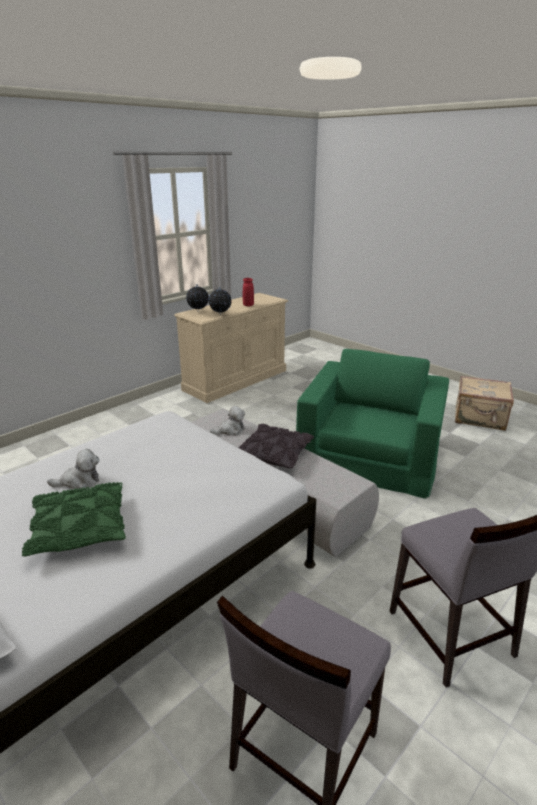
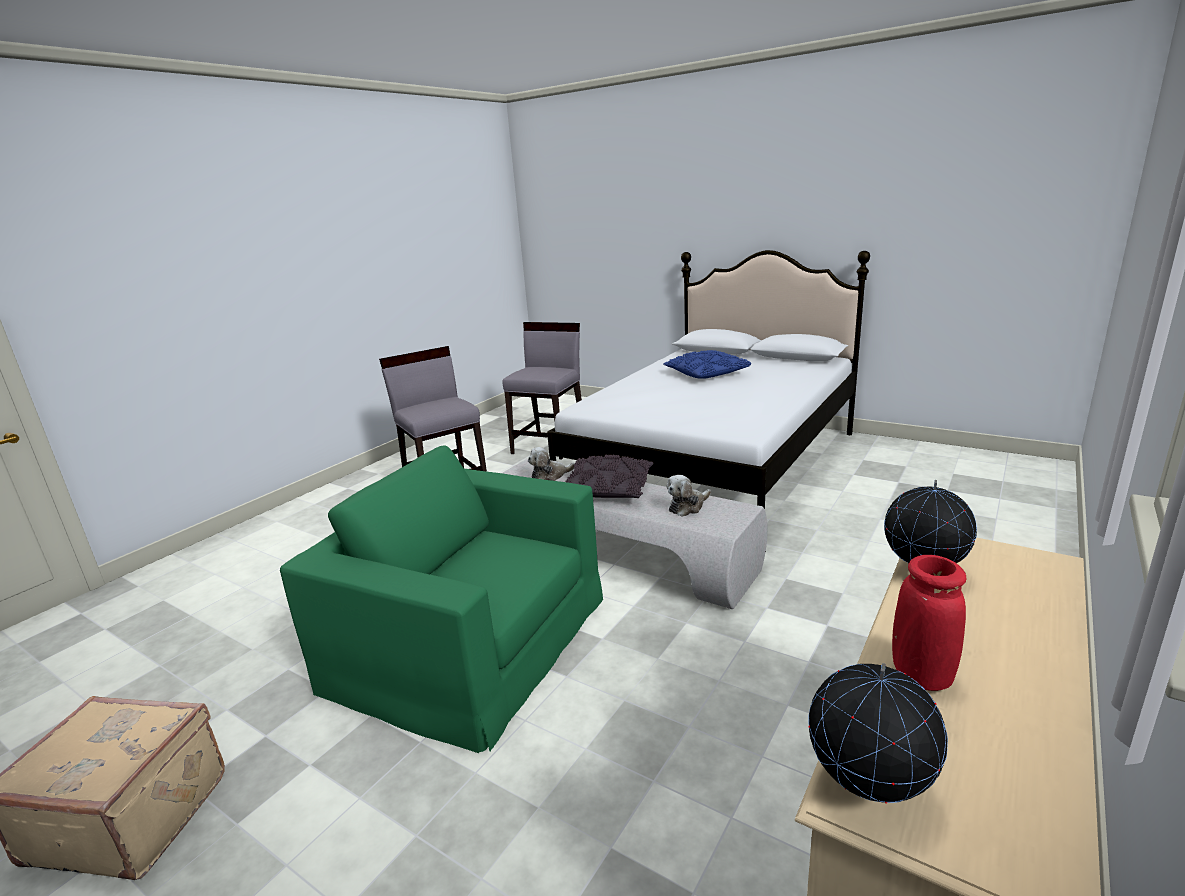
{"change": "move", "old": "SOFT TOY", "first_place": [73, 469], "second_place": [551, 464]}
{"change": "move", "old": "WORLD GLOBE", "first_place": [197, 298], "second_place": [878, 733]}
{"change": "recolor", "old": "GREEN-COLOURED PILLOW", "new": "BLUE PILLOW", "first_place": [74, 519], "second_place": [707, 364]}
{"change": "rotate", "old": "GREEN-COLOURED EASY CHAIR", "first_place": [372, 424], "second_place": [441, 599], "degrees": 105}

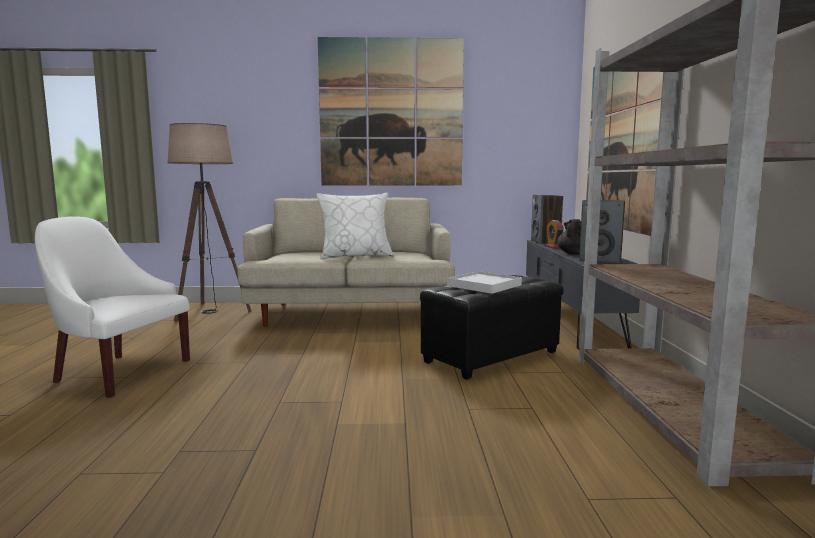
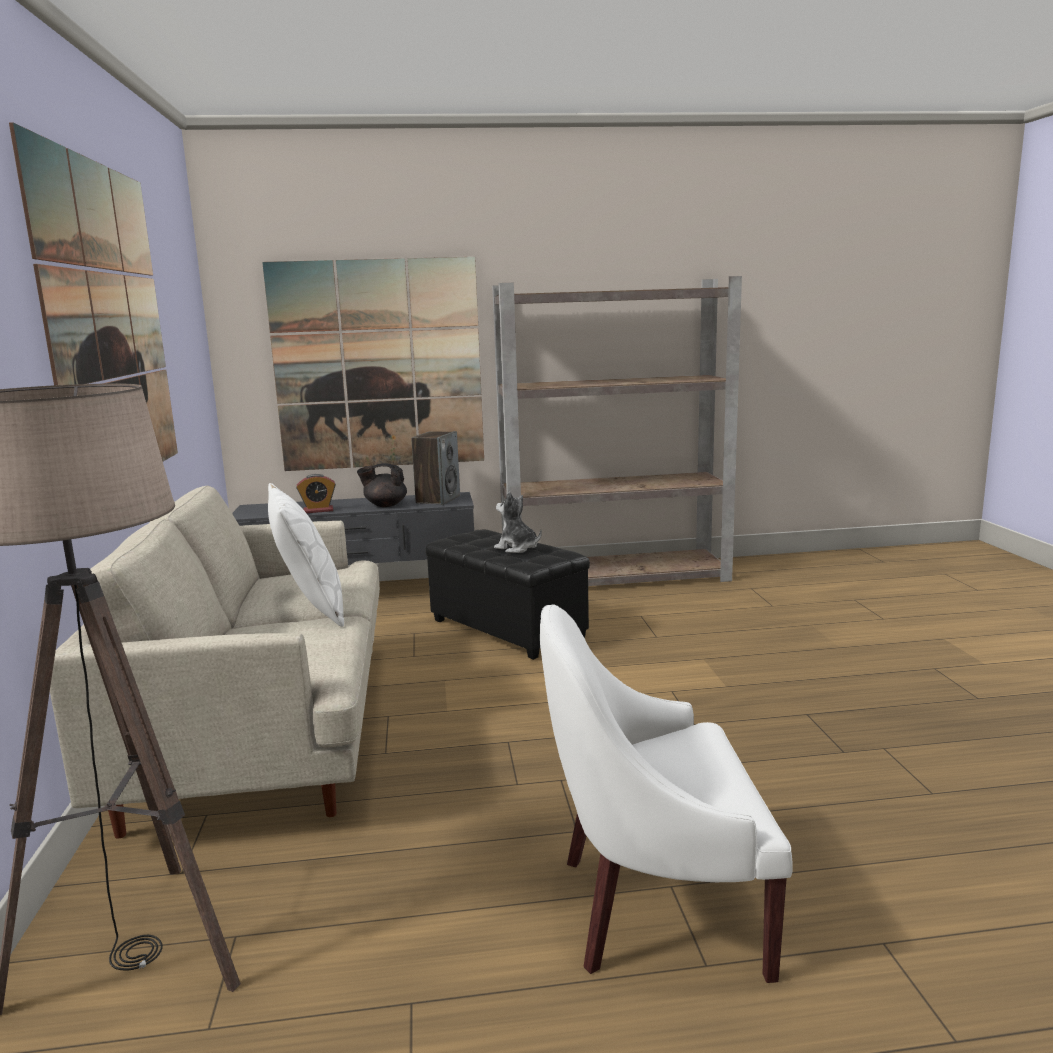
{"change": "delete", "old": "SPEAKER", "first_place": [547, 219]}
{"change": "replace", "old": "WHITISH TRAY", "new": "SOFT TOY", "first_place": [484, 282], "second_place": [518, 522]}
{"change": "rotate", "old": "WHITISH EASY CHAIR", "first_place": [112, 307], "second_place": [666, 793], "degrees": 75}

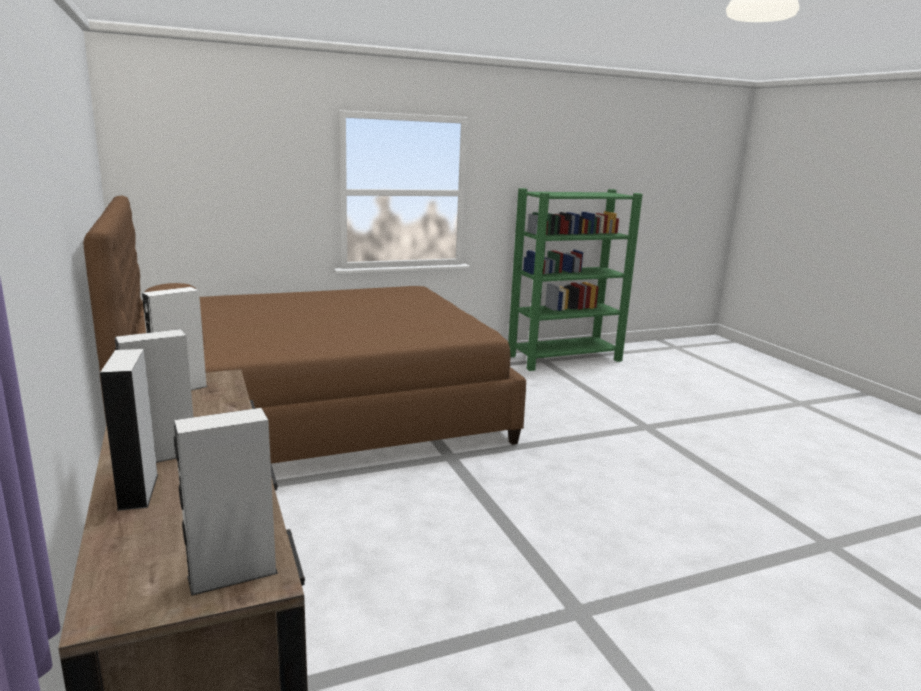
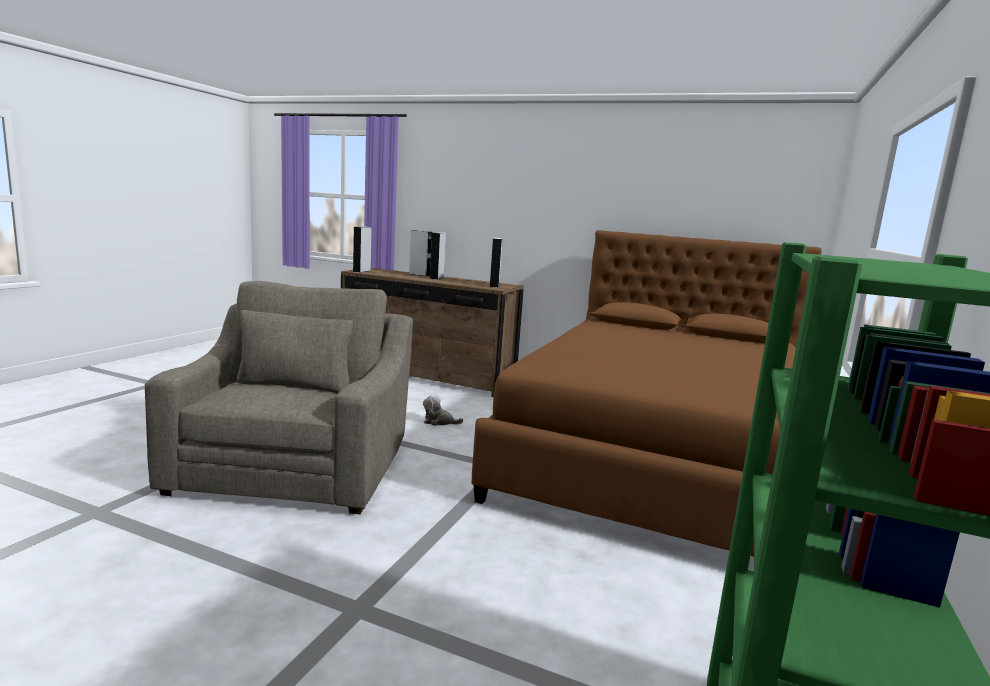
{"change": "insert", "new": "GREY EASY CHAIR", "second_place": [279, 397]}
{"change": "insert", "new": "SOFT TOY", "second_place": [443, 410]}

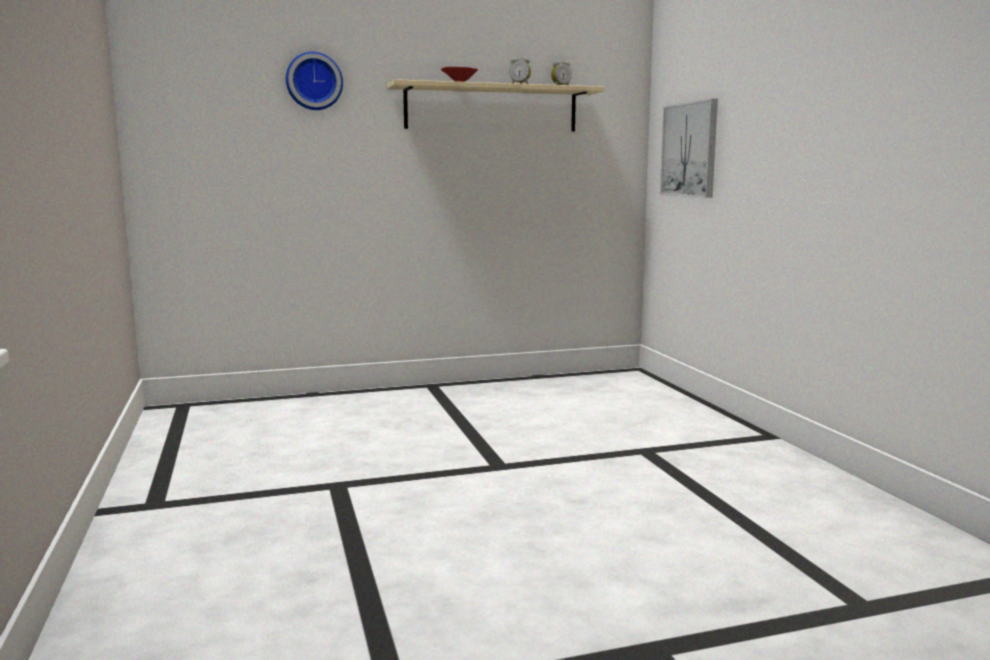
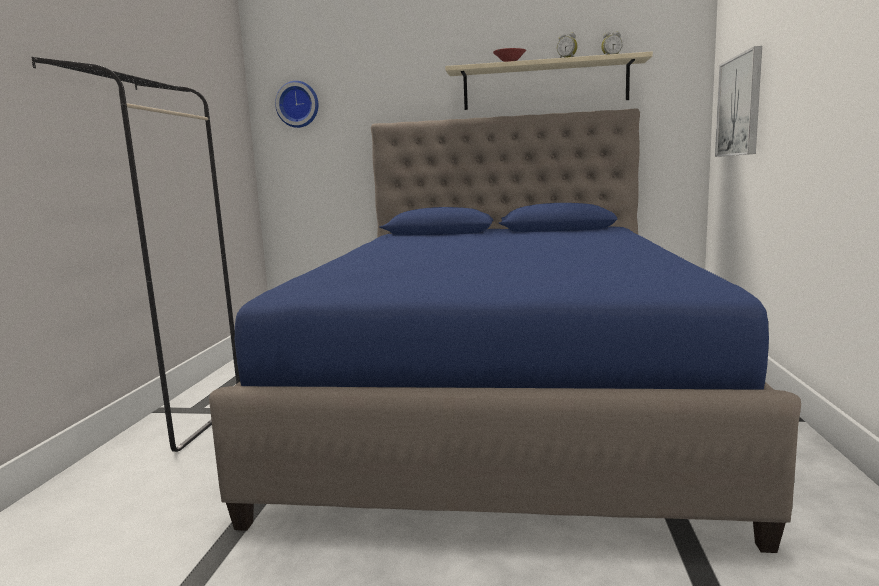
{"change": "insert", "new": "BLACK-COLOURED GARMENT RACK", "second_place": [135, 254]}
{"change": "insert", "new": "BLUE SLEEPING BED", "second_place": [505, 330]}
{"change": "move", "old": "WALL CLOCK", "first_place": [314, 81], "second_place": [296, 104]}

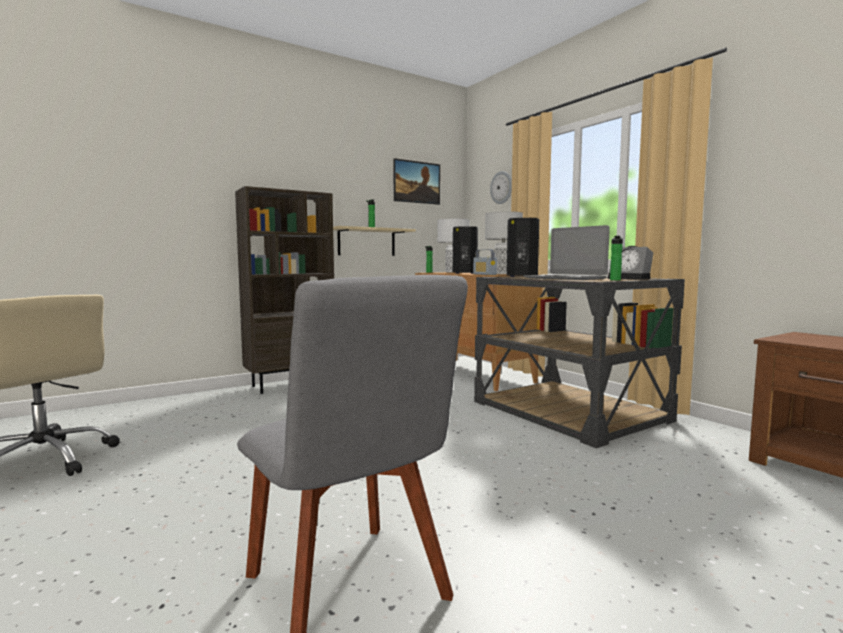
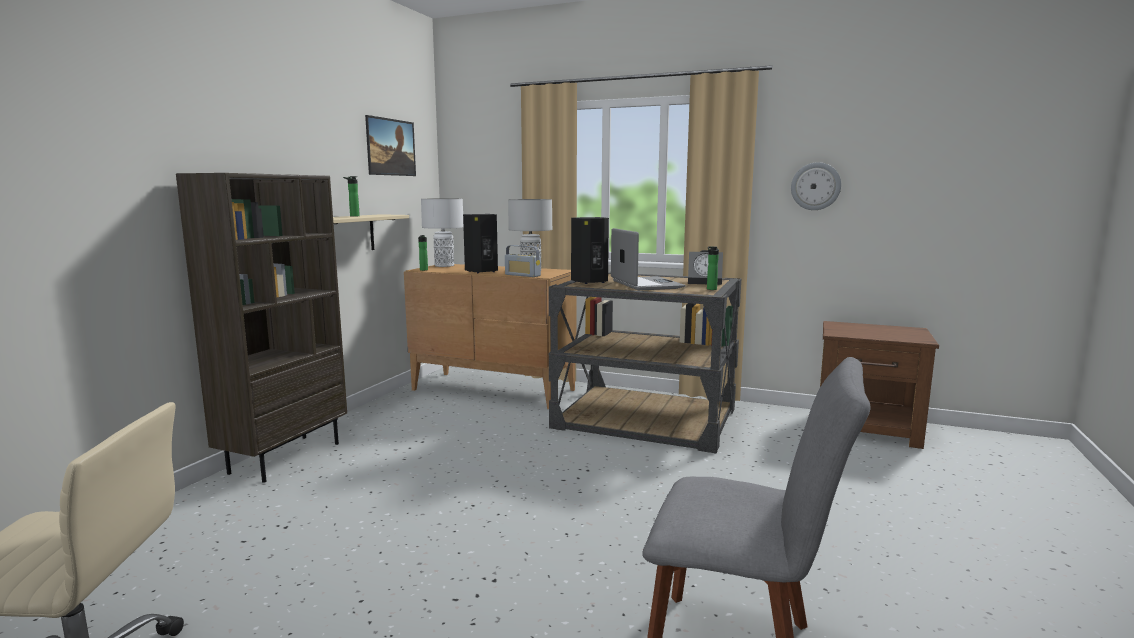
{"change": "move", "old": "WALL CLOCK", "first_place": [501, 187], "second_place": [816, 186]}
{"change": "rotate", "old": "NOTEBOOK COMPUTER", "first_place": [567, 252], "second_place": [648, 259], "degrees": -120}

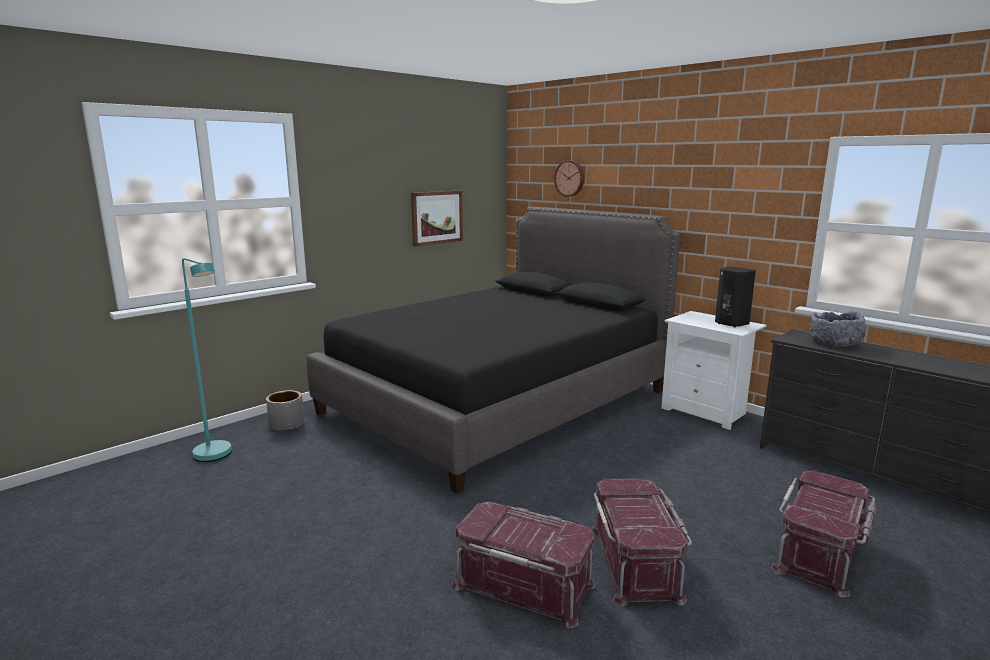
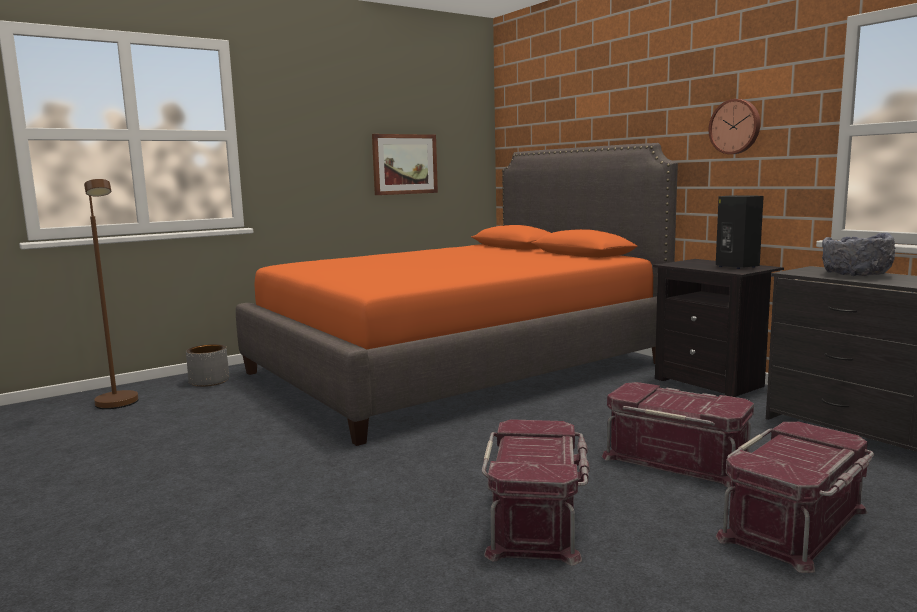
{"change": "move", "old": "RED STORAGE CONTAINER", "first_place": [524, 564], "second_place": [678, 435]}
{"change": "move", "old": "WALL CLOCK", "first_place": [569, 178], "second_place": [734, 126]}
{"change": "recolor", "old": "BLUE-GREEN STANDING LAMP", "new": "BROWNISH STANDING LAMP", "first_place": [207, 360], "second_place": [111, 294]}
{"change": "recolor", "old": "BLACK-COLOURED SLEEPING BED", "new": "ORANGE SLEEPING BED", "first_place": [493, 350], "second_place": [457, 294]}
{"change": "recolor", "old": "WHITISH NIGHT TABLE", "new": "BLACK-COLOURED NIGHT TABLE", "first_place": [713, 370], "second_place": [718, 328]}

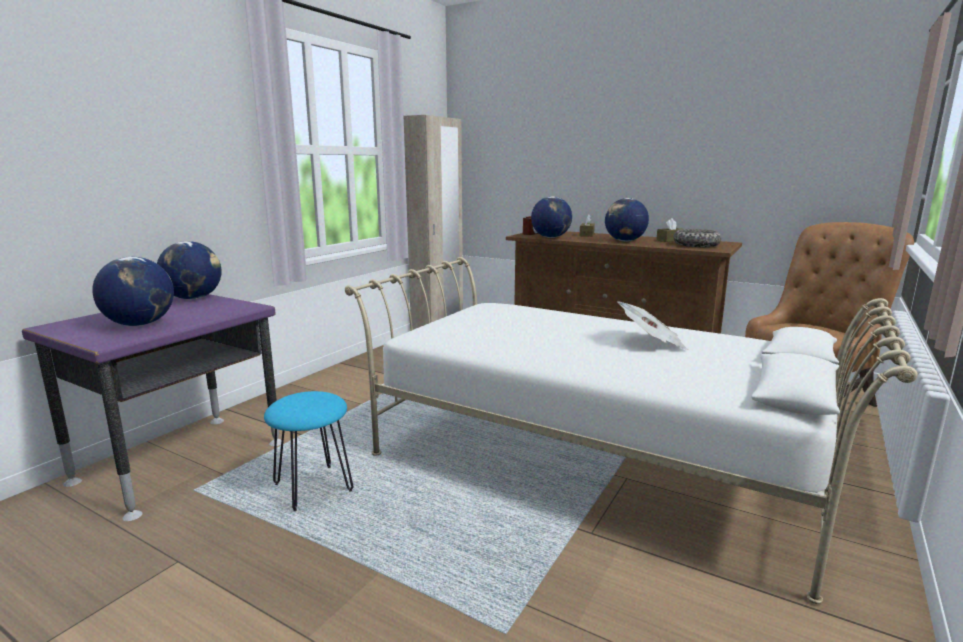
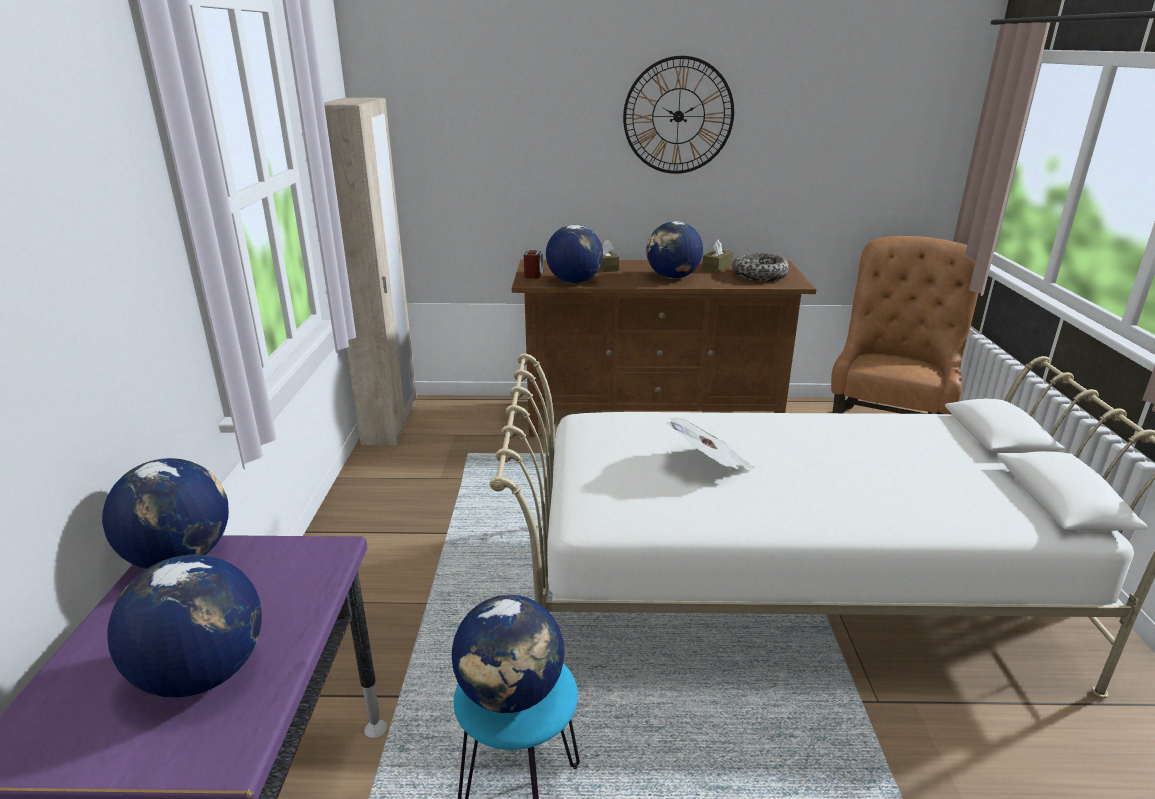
{"change": "insert", "new": "WORLD GLOBE", "second_place": [508, 654]}
{"change": "insert", "new": "WALL CLOCK", "second_place": [678, 115]}
{"change": "move", "old": "PRINTED PAPER", "first_place": [652, 325], "second_place": [710, 443]}

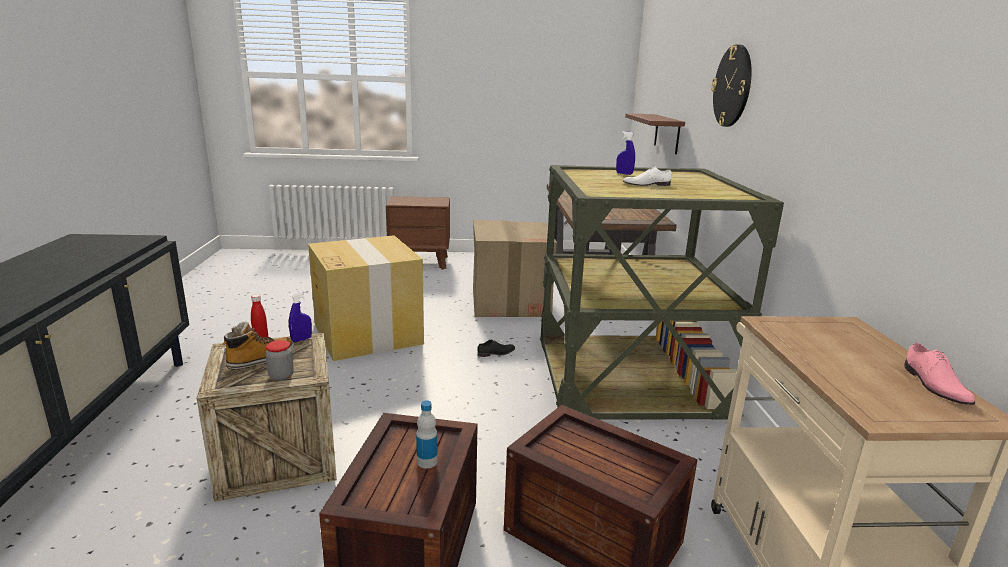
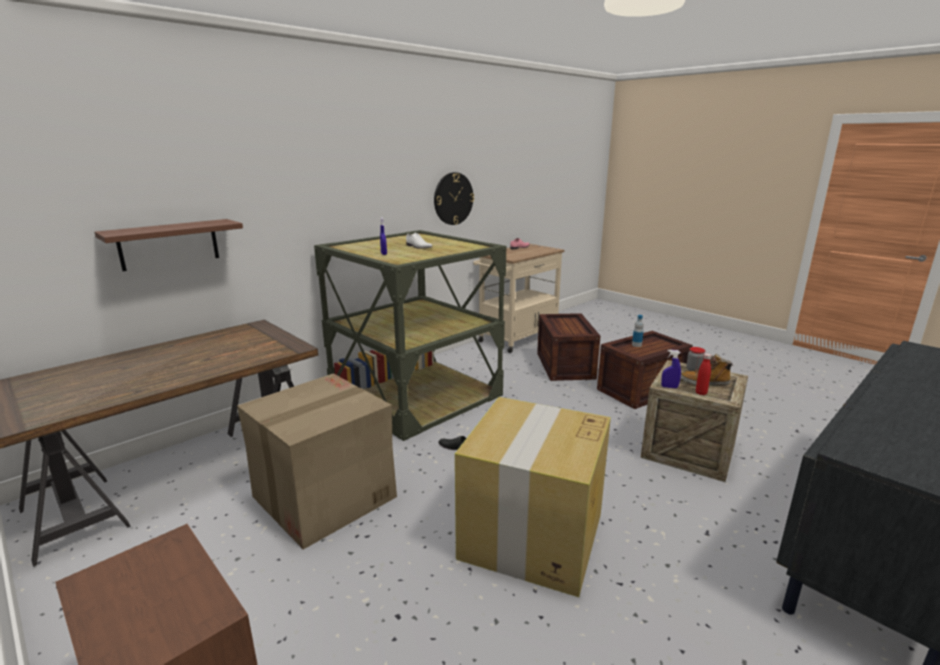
{"change": "move", "old": "WALL CLOCK", "first_place": [731, 85], "second_place": [454, 198]}

